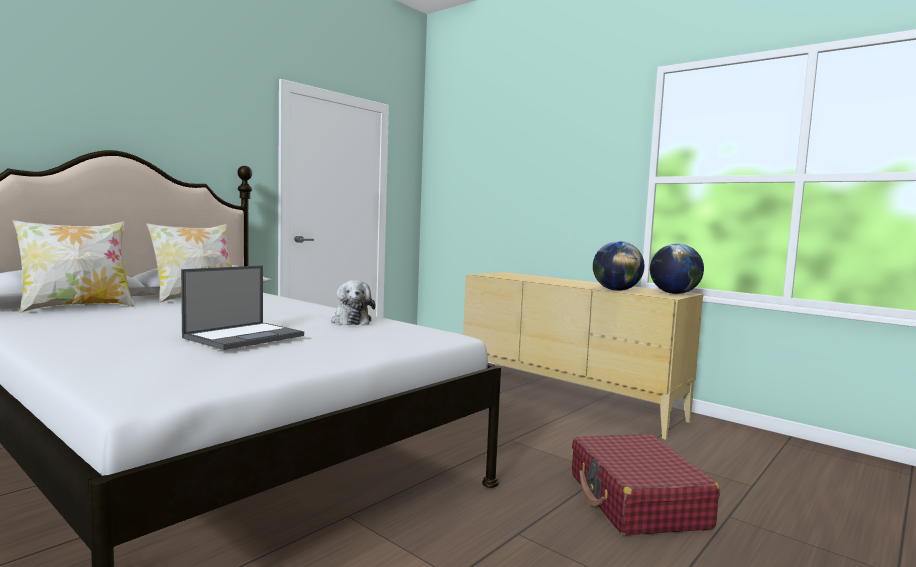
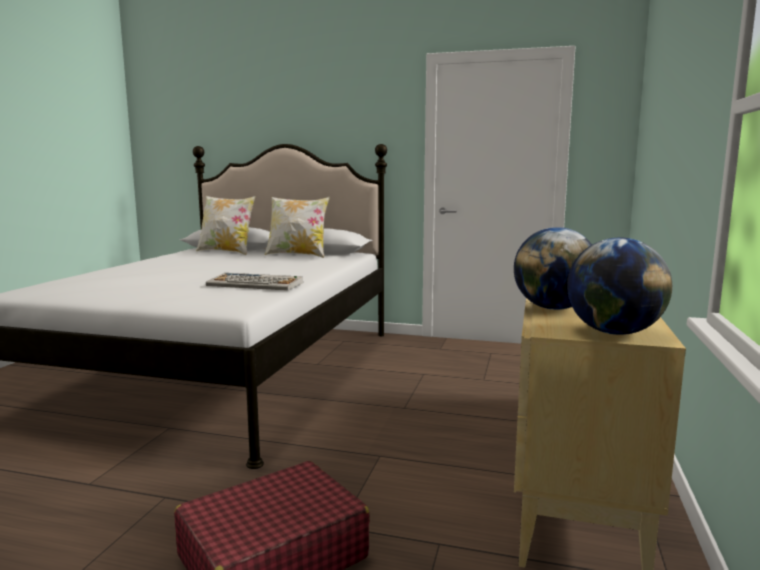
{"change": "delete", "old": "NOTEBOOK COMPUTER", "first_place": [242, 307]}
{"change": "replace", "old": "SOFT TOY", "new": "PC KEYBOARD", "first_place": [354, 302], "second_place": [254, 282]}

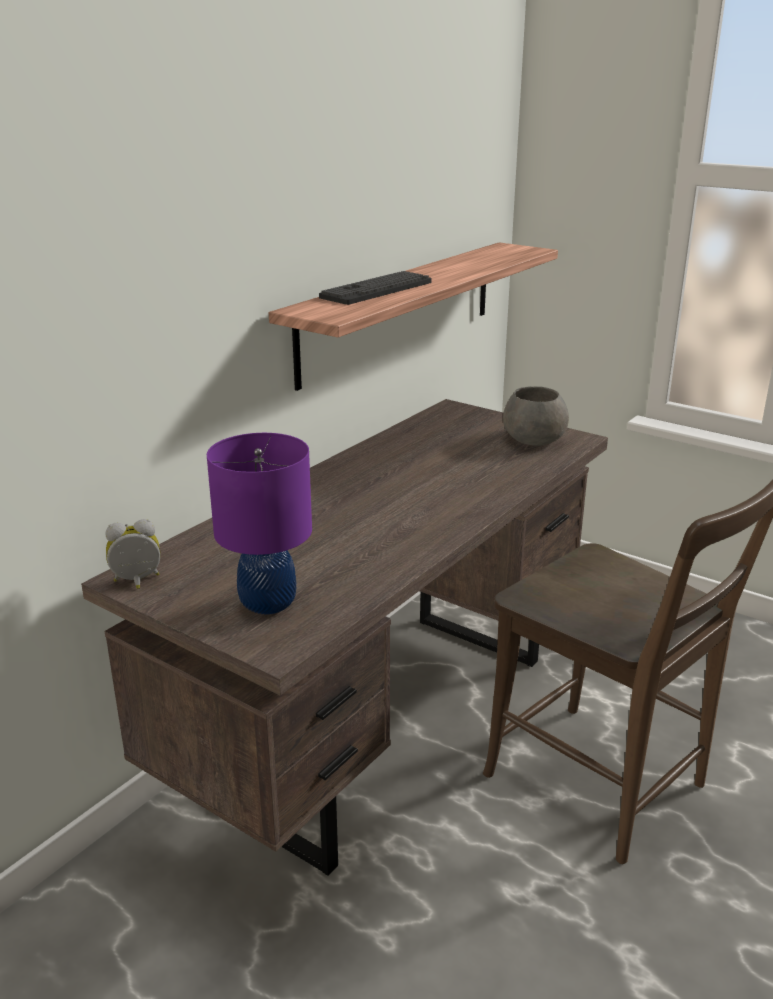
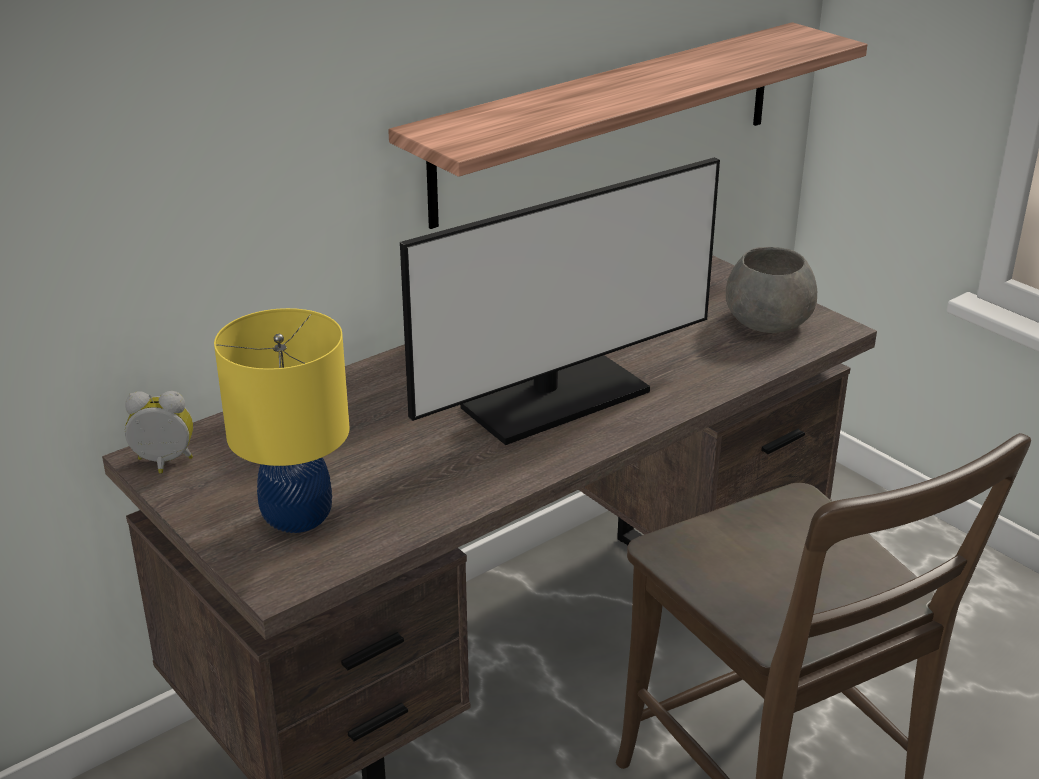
{"change": "delete", "old": "PC KEYBOARD", "first_place": [375, 288]}
{"change": "insert", "new": "COMPUTER SCREEN", "second_place": [560, 301]}
{"change": "recolor", "old": "PURPLE-COLOURED LAMP FOR A TABLE", "new": "YELLOW-COLOURED LAMP FOR A TABLE", "first_place": [259, 524], "second_place": [282, 420]}

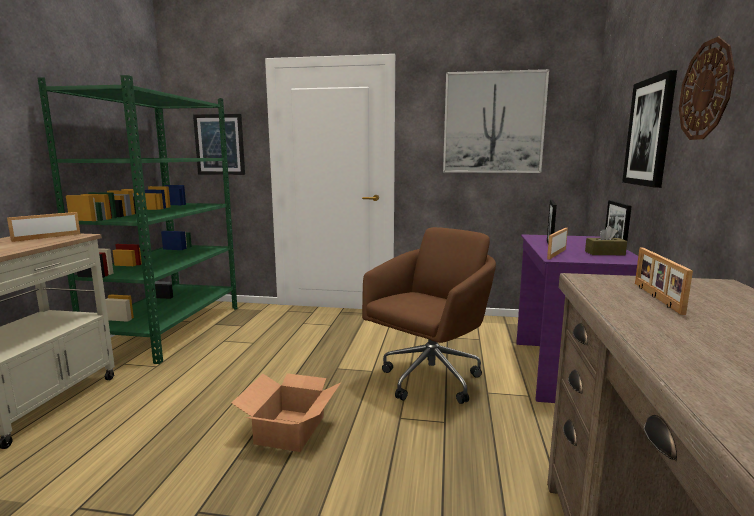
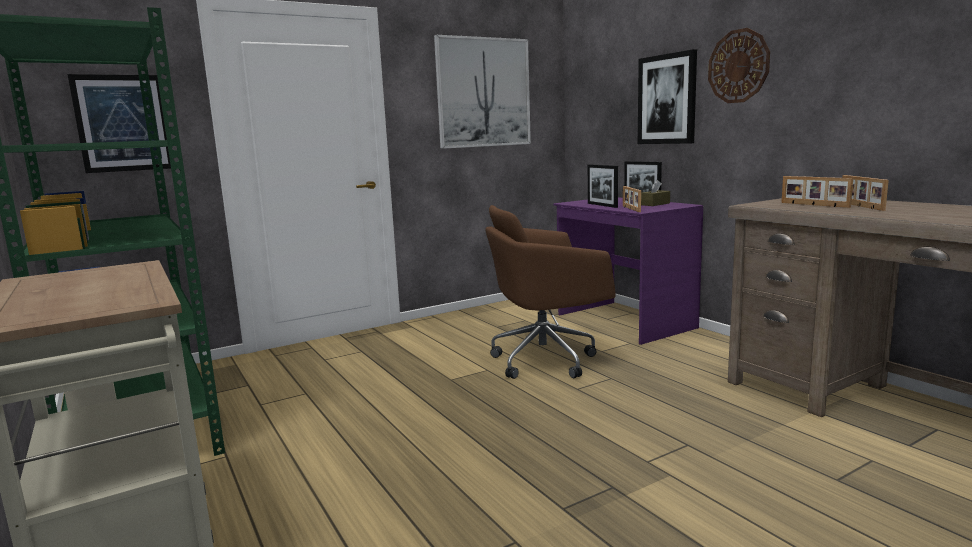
{"change": "delete", "old": "CARDBOARD BOX", "first_place": [286, 412]}
{"change": "move", "old": "PICTURE FRAME", "first_place": [43, 227], "second_place": [865, 193]}
{"change": "rotate", "old": "BROWNISH OFFICE CHAIR", "first_place": [429, 315], "second_place": [550, 292], "degrees": -105}

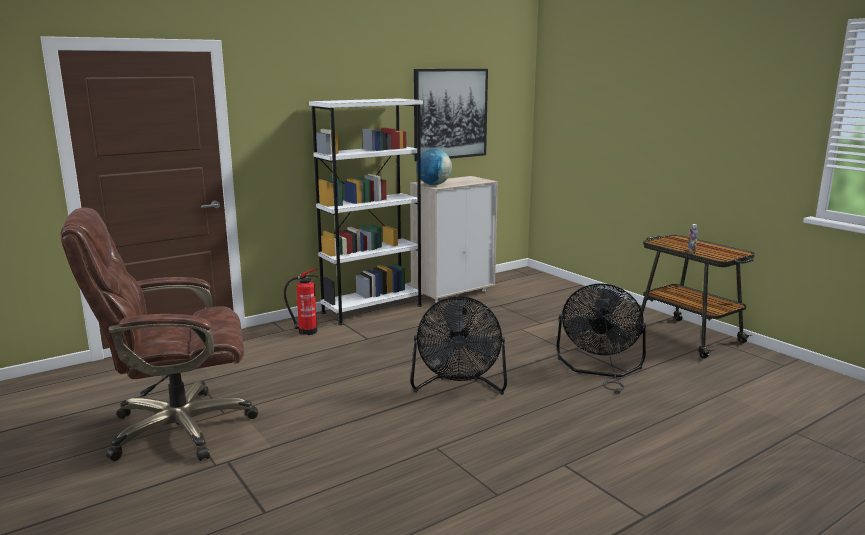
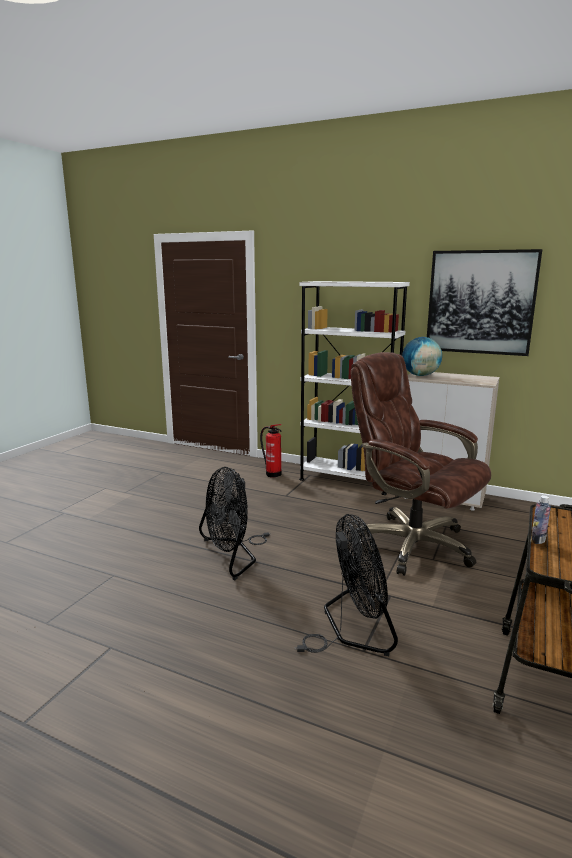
{"change": "move", "old": "BROWNISH OFFICE CHAIR", "first_place": [159, 334], "second_place": [421, 464]}

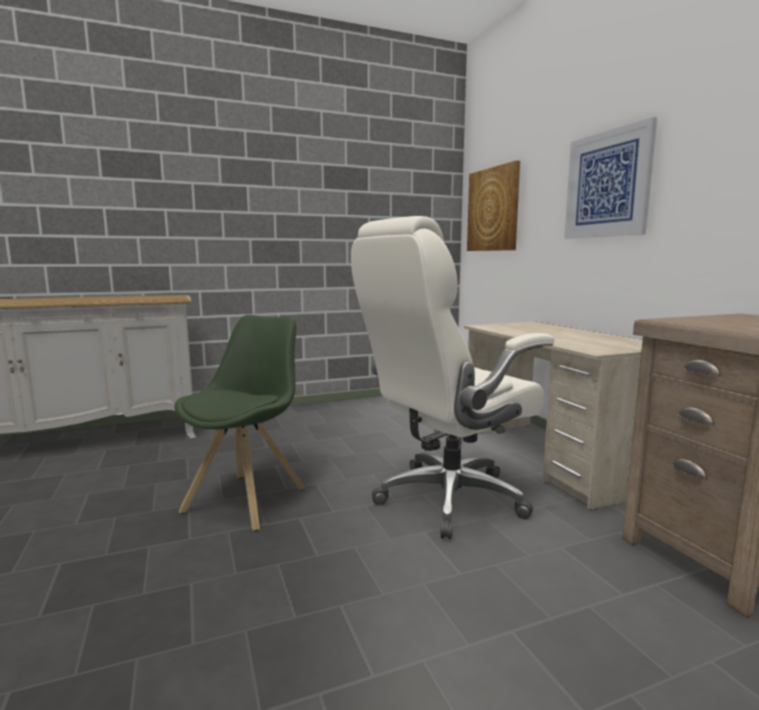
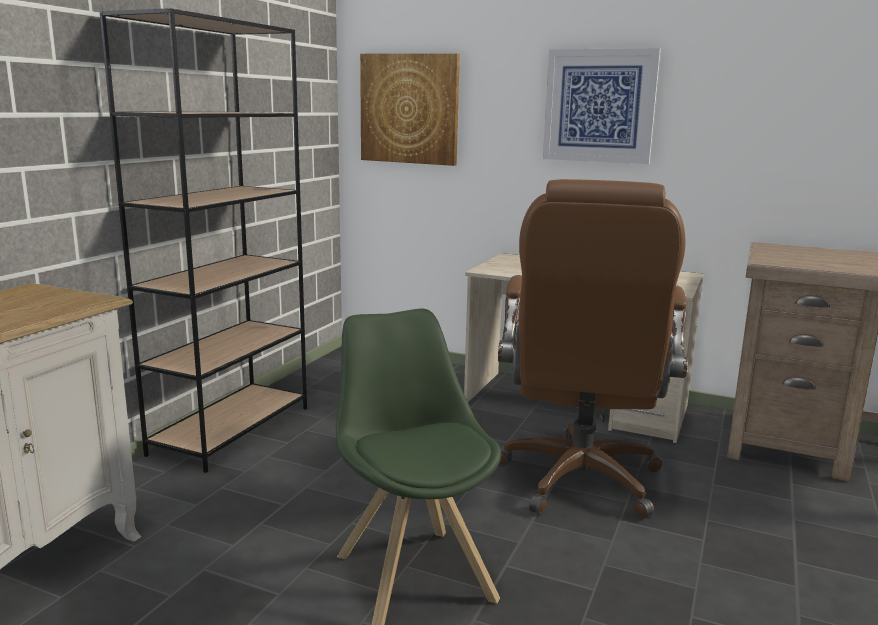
{"change": "insert", "new": "SAND-COLOURED BOOKCASE", "second_place": [203, 240]}
{"change": "recolor", "old": "WHITISH OFFICE CHAIR", "new": "BROWNISH OFFICE CHAIR", "first_place": [452, 377], "second_place": [593, 349]}

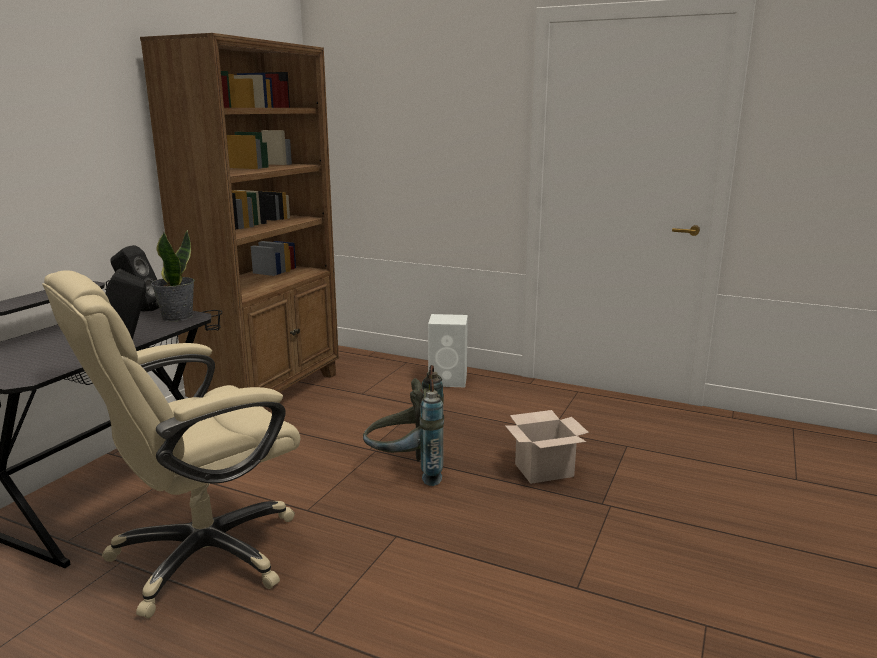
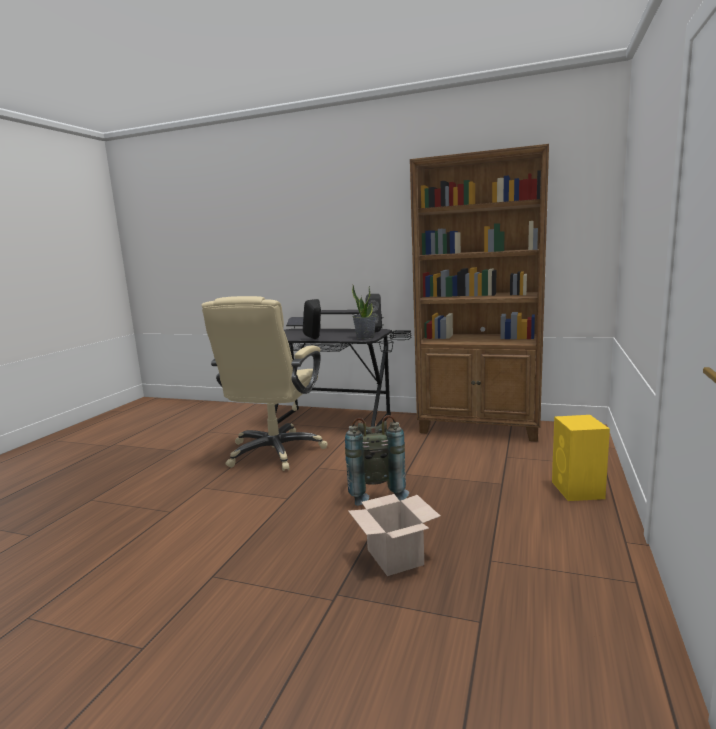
{"change": "recolor", "old": "WHITISH SPEAKER", "new": "YELLOW-COLOURED SPEAKER", "first_place": [448, 350], "second_place": [581, 458]}
{"change": "rotate", "old": "SAND-COLOURED OFFICE CHAIR", "first_place": [171, 444], "second_place": [264, 383], "degrees": -120}

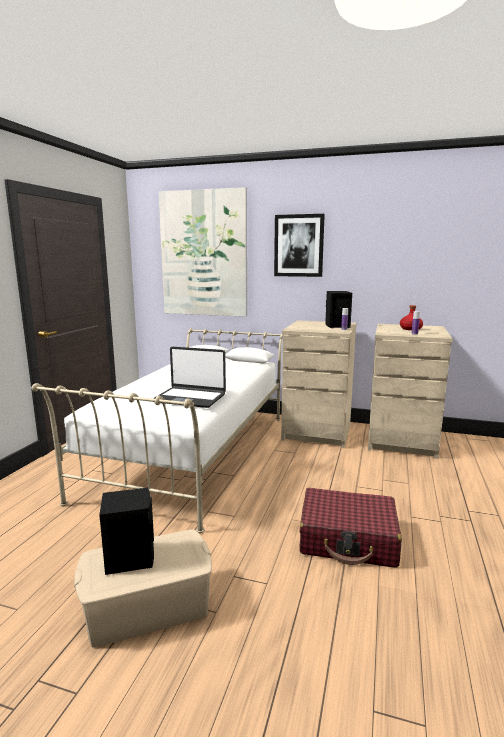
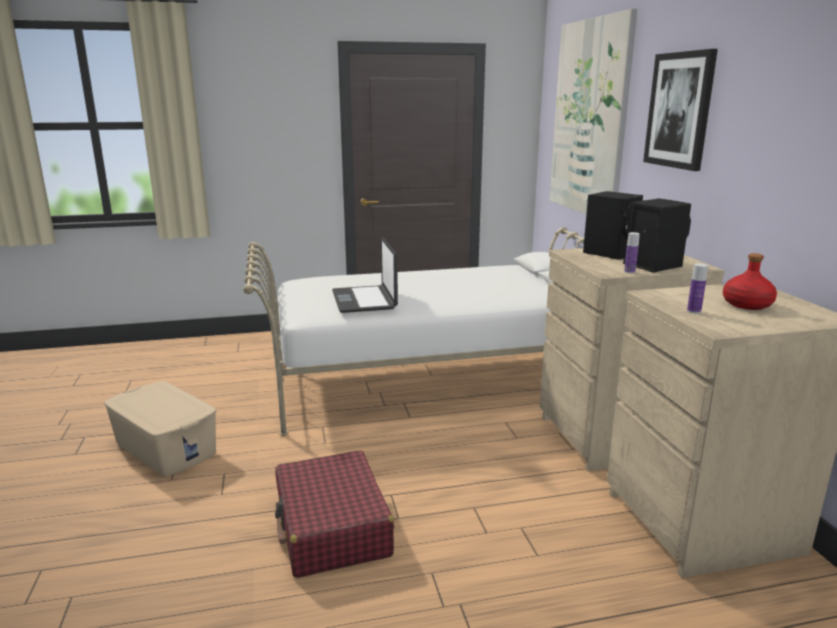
{"change": "move", "old": "BLACK-COLOURED SPEAKER", "first_place": [126, 531], "second_place": [613, 225]}

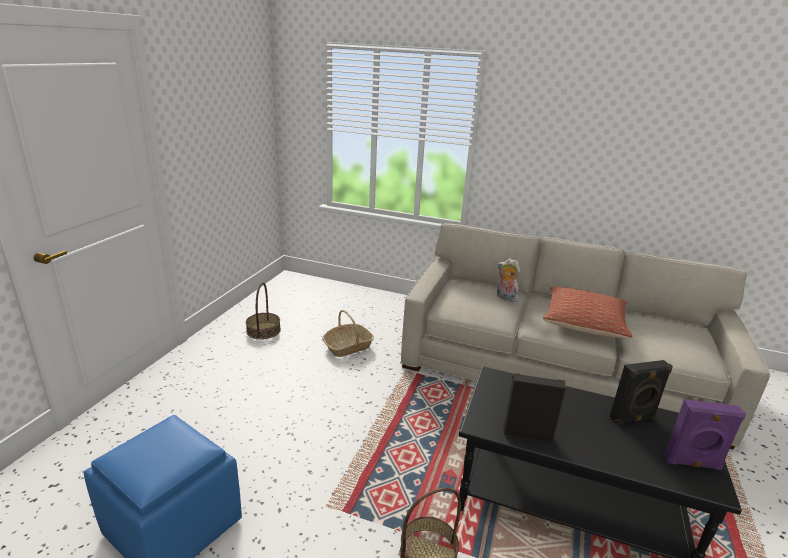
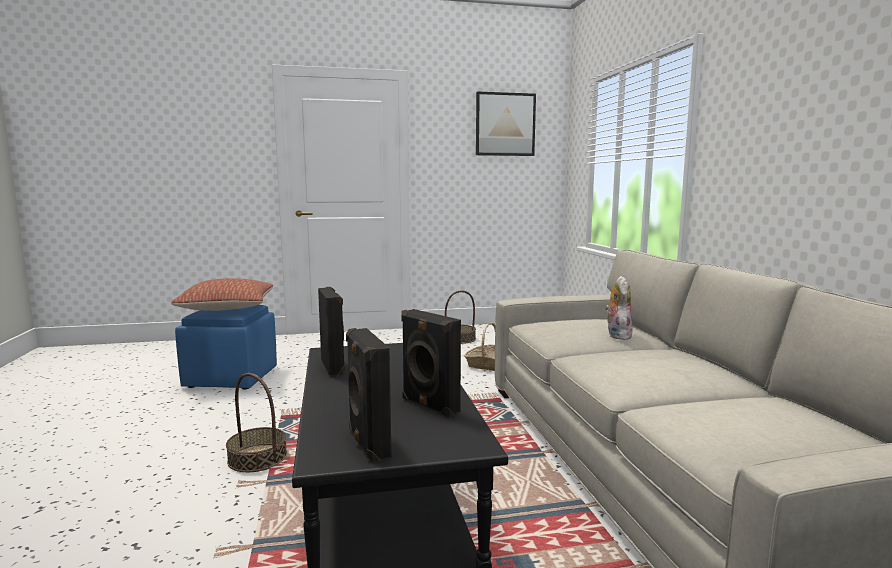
{"change": "insert", "new": "PICTURE", "second_place": [506, 123]}
{"change": "move", "old": "PILLOW", "first_place": [588, 312], "second_place": [222, 294]}
{"change": "recolor", "old": "PURPLE-COLOURED SPEAKER", "new": "BLACK-COLOURED SPEAKER", "first_place": [705, 434], "second_place": [369, 395]}

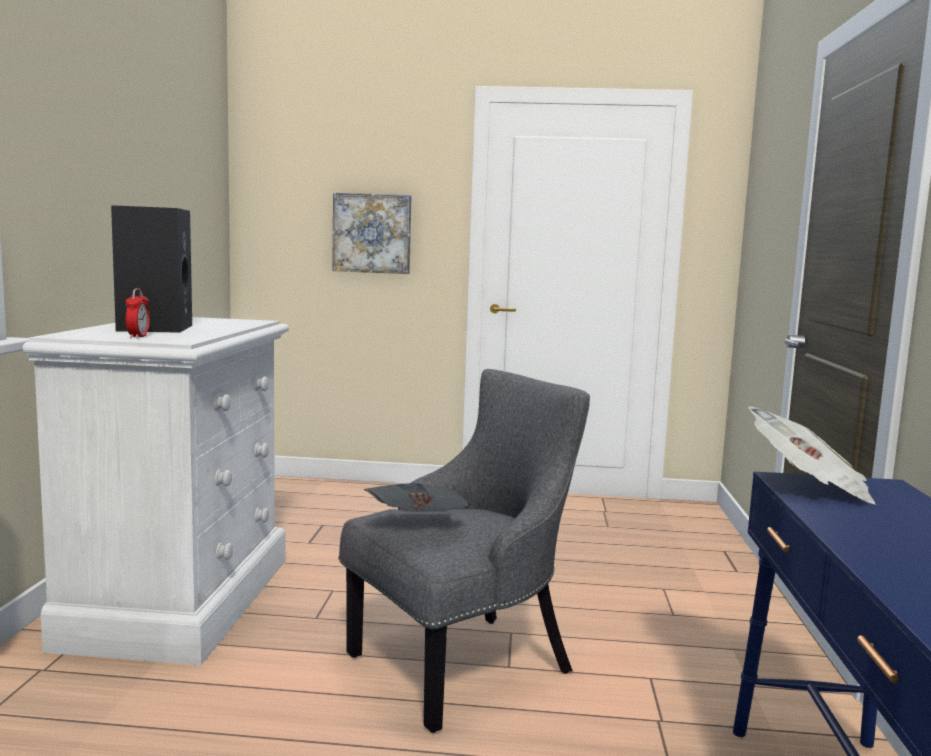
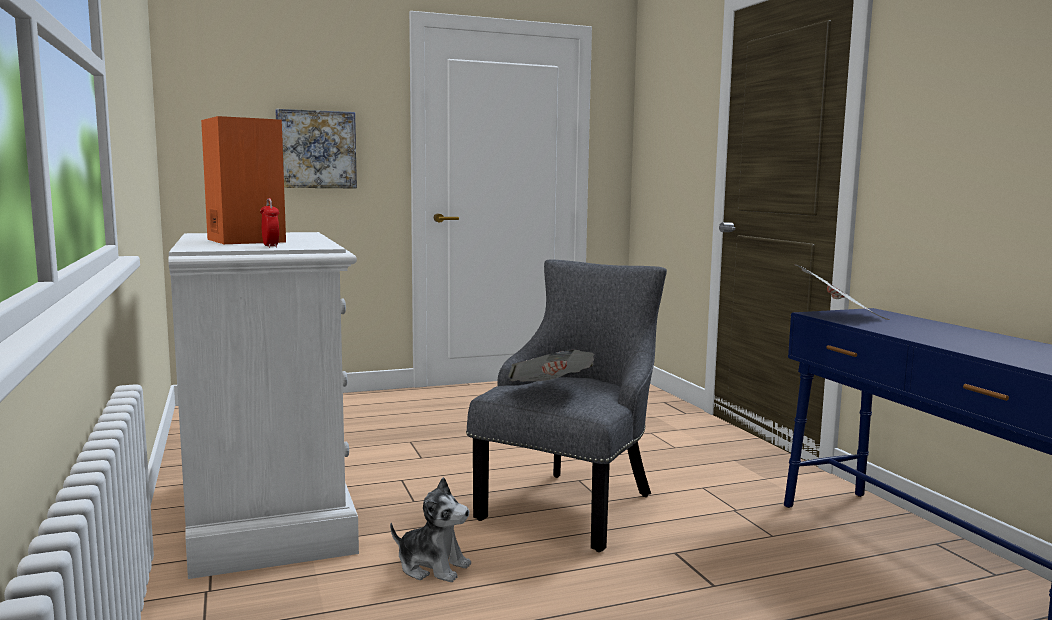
{"change": "insert", "new": "SOFT TOY", "second_place": [430, 529]}
{"change": "recolor", "old": "BLACK-COLOURED SPEAKER", "new": "ORANGE SPEAKER", "first_place": [151, 269], "second_place": [243, 180]}

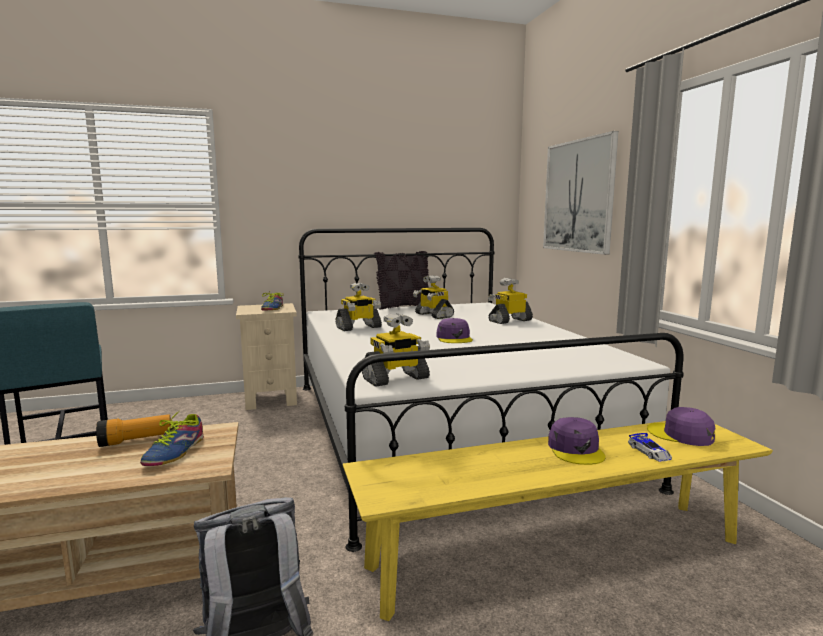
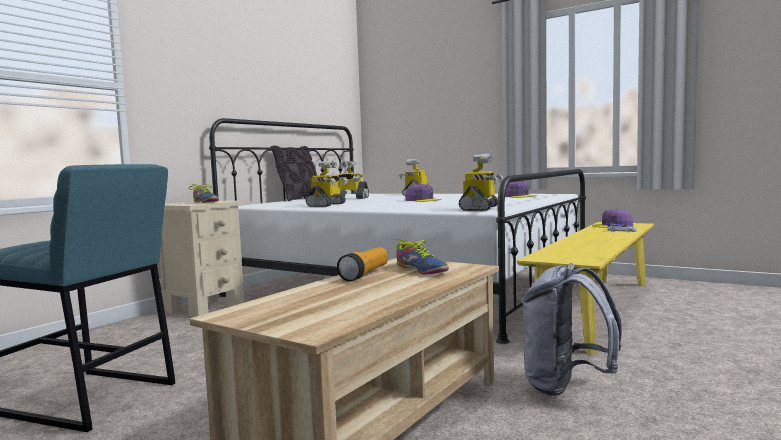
{"change": "delete", "old": "PICTURE", "first_place": [580, 193]}
{"change": "move", "old": "PURPLE-COLOURED CAP", "first_place": [577, 441], "second_place": [521, 189]}

